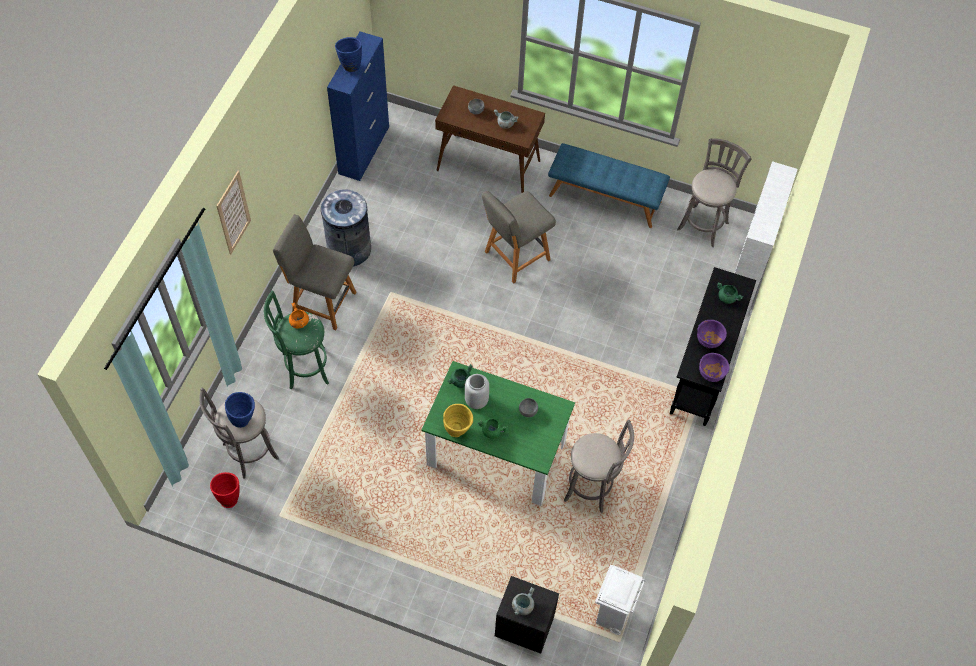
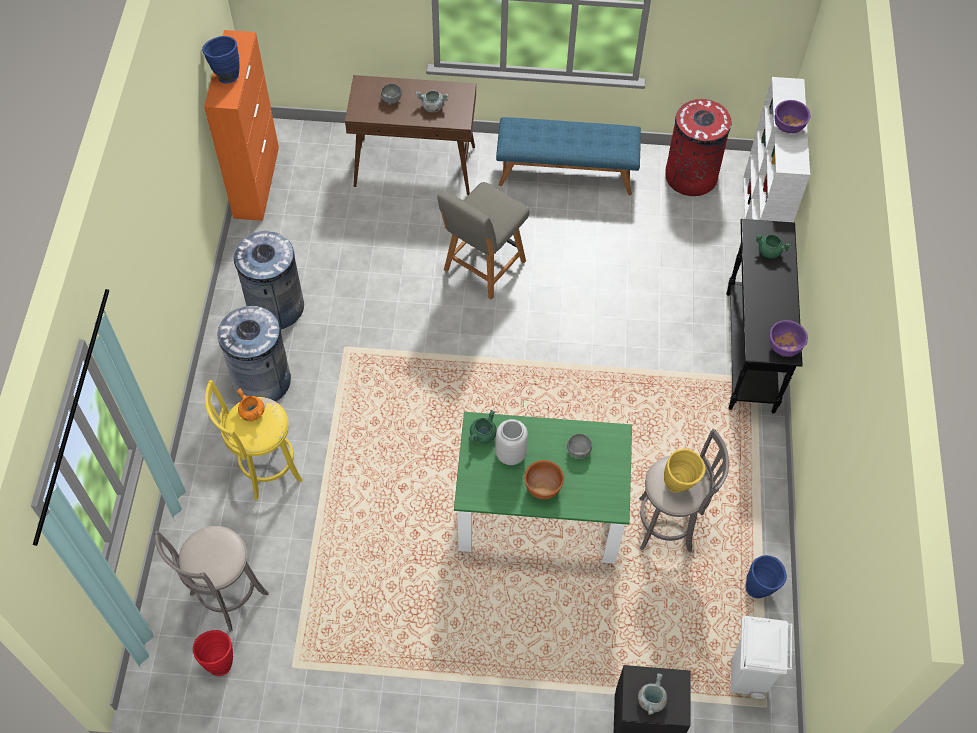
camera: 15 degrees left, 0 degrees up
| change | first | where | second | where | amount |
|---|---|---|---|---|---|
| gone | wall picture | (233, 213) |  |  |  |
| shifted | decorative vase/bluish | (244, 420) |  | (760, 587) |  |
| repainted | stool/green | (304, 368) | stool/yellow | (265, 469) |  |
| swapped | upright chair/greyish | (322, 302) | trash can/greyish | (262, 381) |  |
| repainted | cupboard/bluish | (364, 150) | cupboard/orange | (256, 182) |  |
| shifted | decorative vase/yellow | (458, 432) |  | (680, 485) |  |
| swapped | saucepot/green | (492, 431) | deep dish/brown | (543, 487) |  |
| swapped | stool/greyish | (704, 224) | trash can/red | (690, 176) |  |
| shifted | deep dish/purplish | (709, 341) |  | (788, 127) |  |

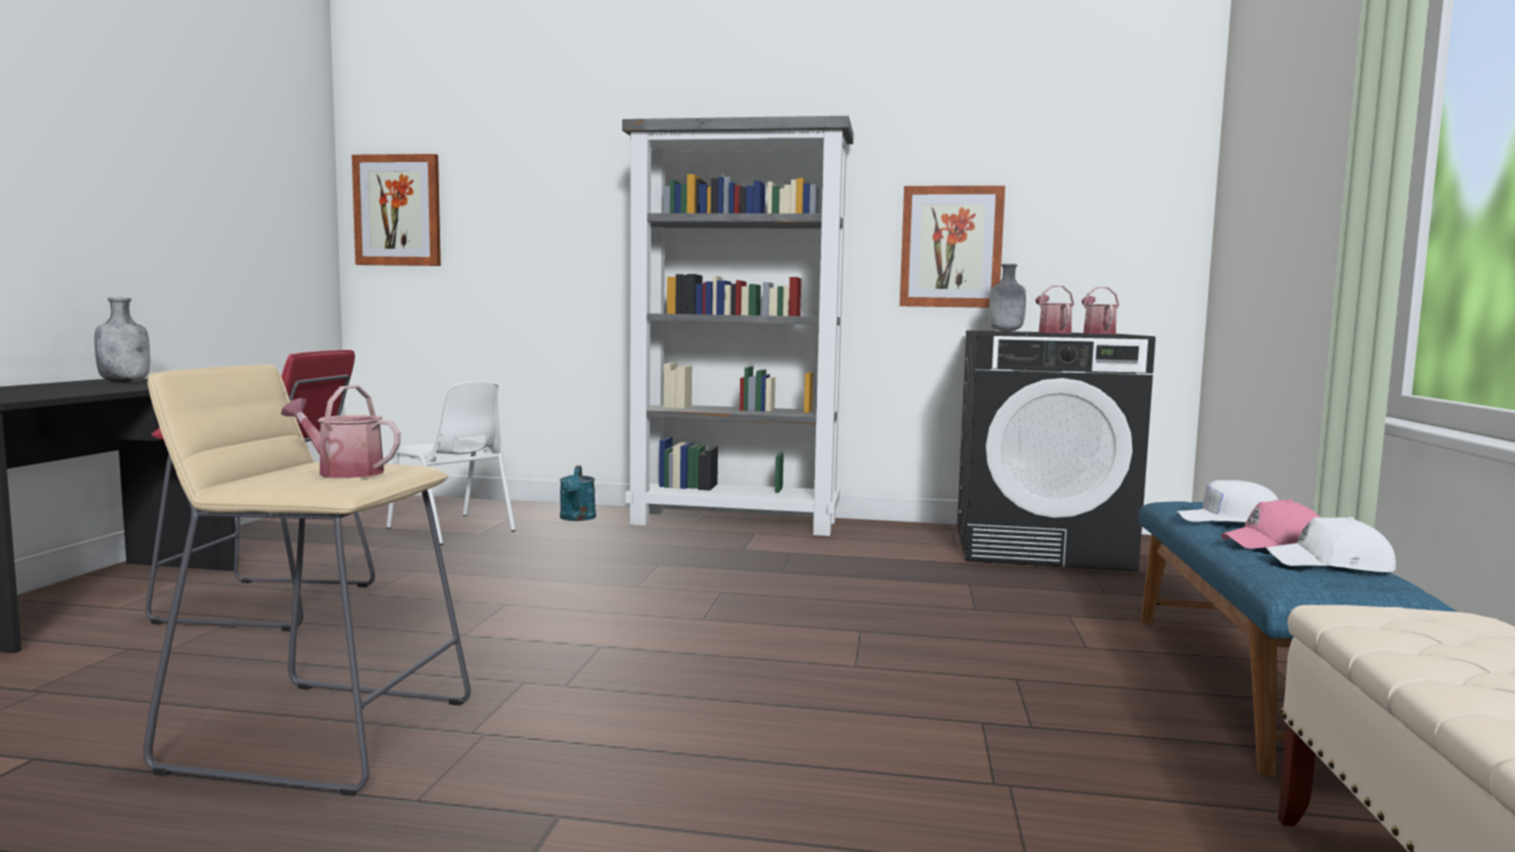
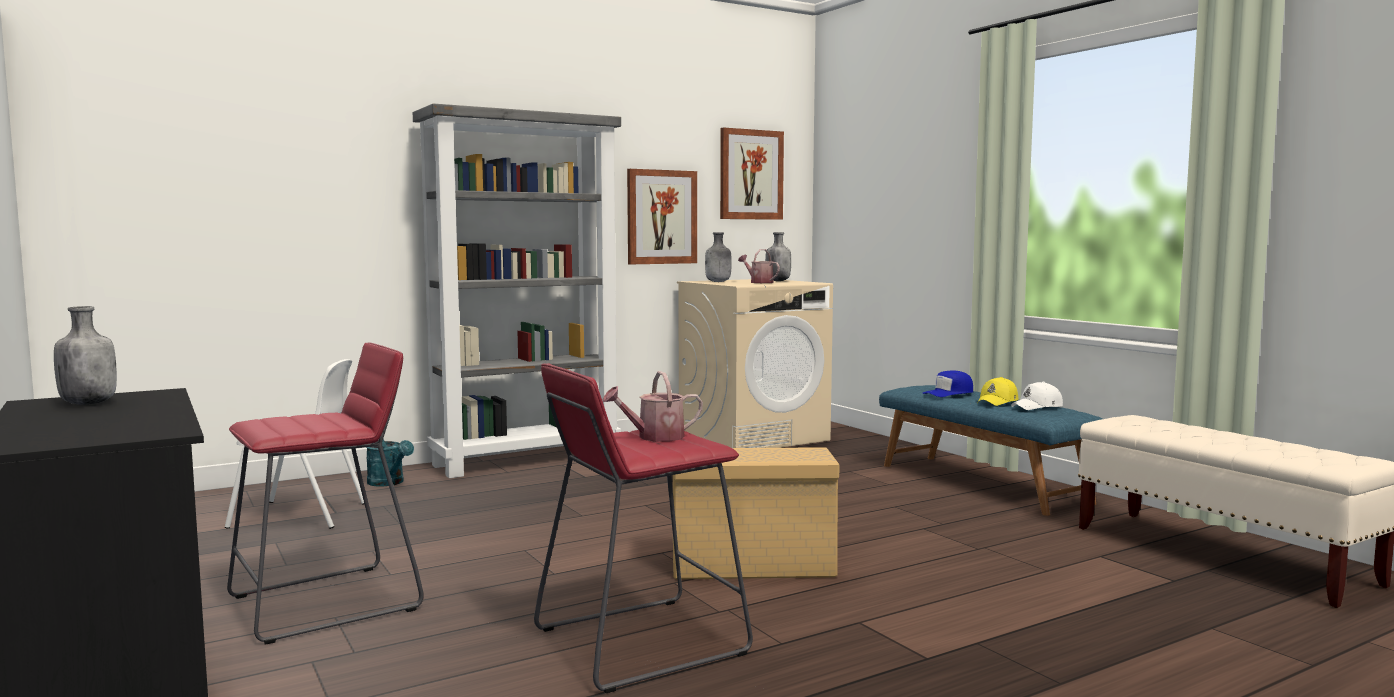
camera: 40 degrees left, 0 degrees up
| change | first | where | second | where | amount |
|---|---|---|---|---|---|
| repainted | stool/sand-coloured | (322, 734) | stool/red | (640, 642) |  |
| shifted | wall picture | (398, 210) |  | (751, 174) |  |
| repainted | laundry appliance/blackish | (1040, 547) | laundry appliance/sand-coloured | (753, 437) |  |
| swapped | sprinkling can | (1097, 333) | bottle/greyish | (778, 281) |  |
| repainted | baseball cap/whitish | (1227, 519) | baseball cap/bluish | (949, 393) |  |
| repainted | baseball cap/pink-coloured | (1276, 544) | baseball cap/yellow | (998, 402) |  |
| new |  |  | storage bin/sand-coloured | (755, 566) |  |

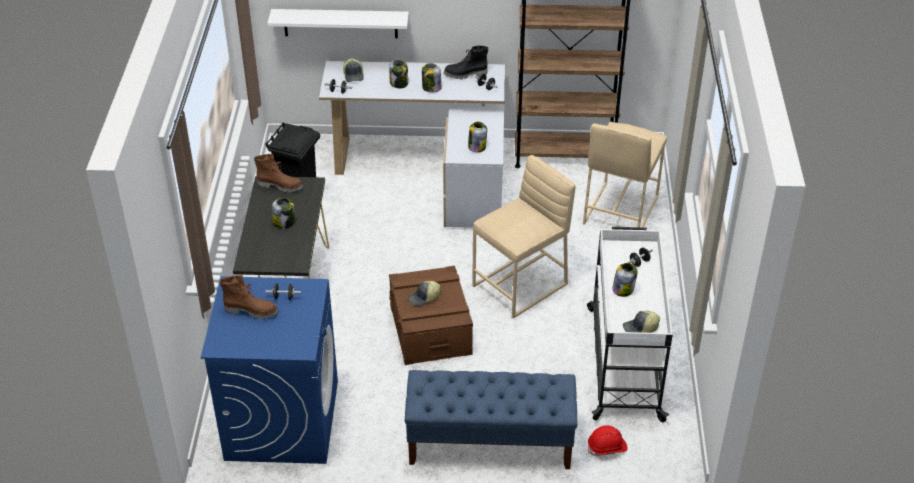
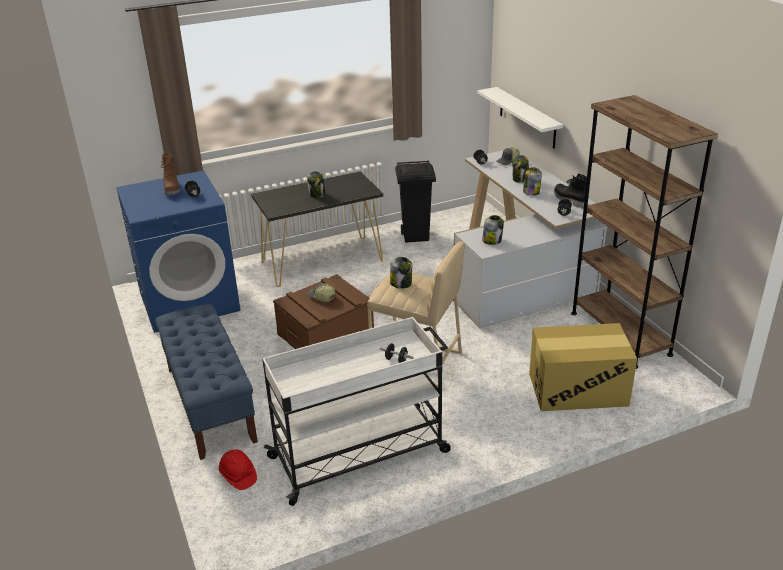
camera: 65 degrees right, 10 degrees down
| change | first | where | second | where | amount |
|---|---|---|---|---|---|
| gone | boot/brown | (280, 186) |  |  |  |
| swapped | stool/sand-coloured | (619, 210) | packing box | (577, 389) |  |
| shifted | storage jar | (623, 289) |  | (401, 283) |  |
| gone | baseball cap | (640, 328) |  |  |  |

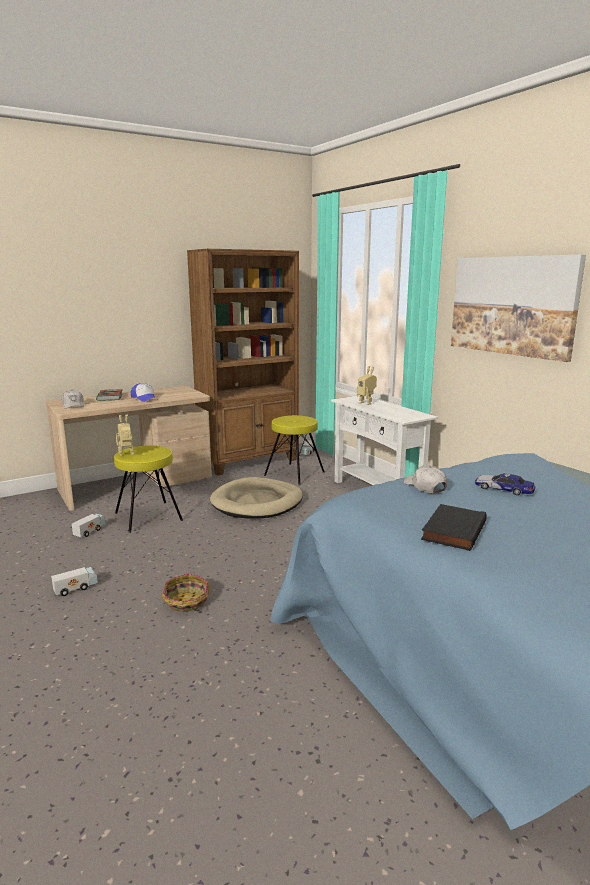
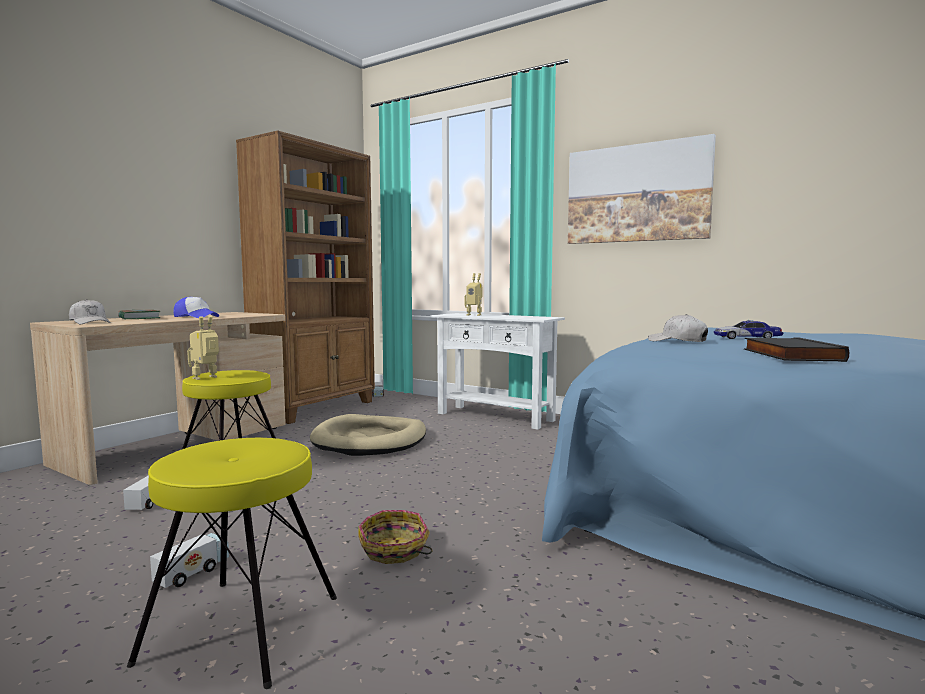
camera: 25 degrees left, 10 degrees down
| change | first | where | second | where | amount |
|---|---|---|---|---|---|
| shifted | stool/yellow | (294, 473) |  | (240, 629) |  |

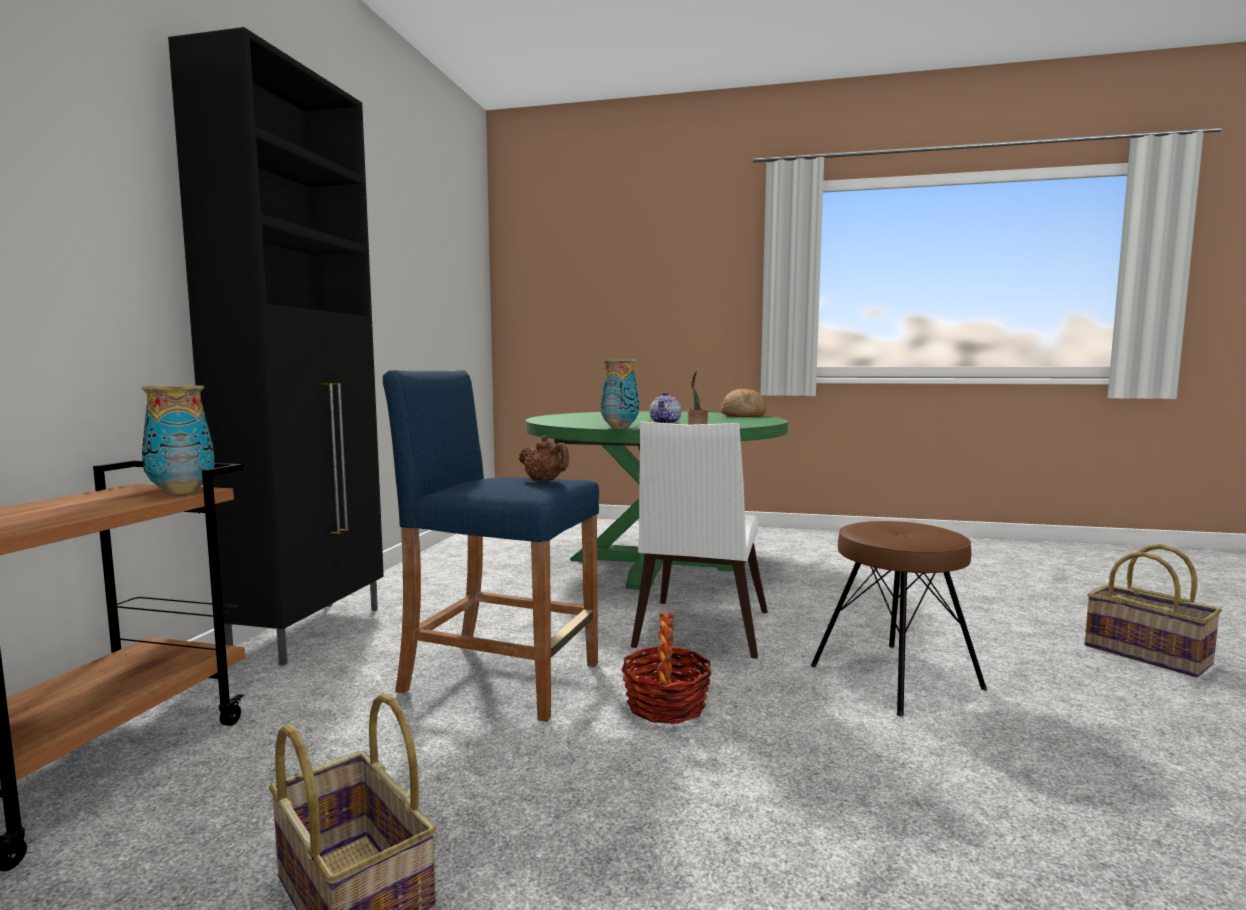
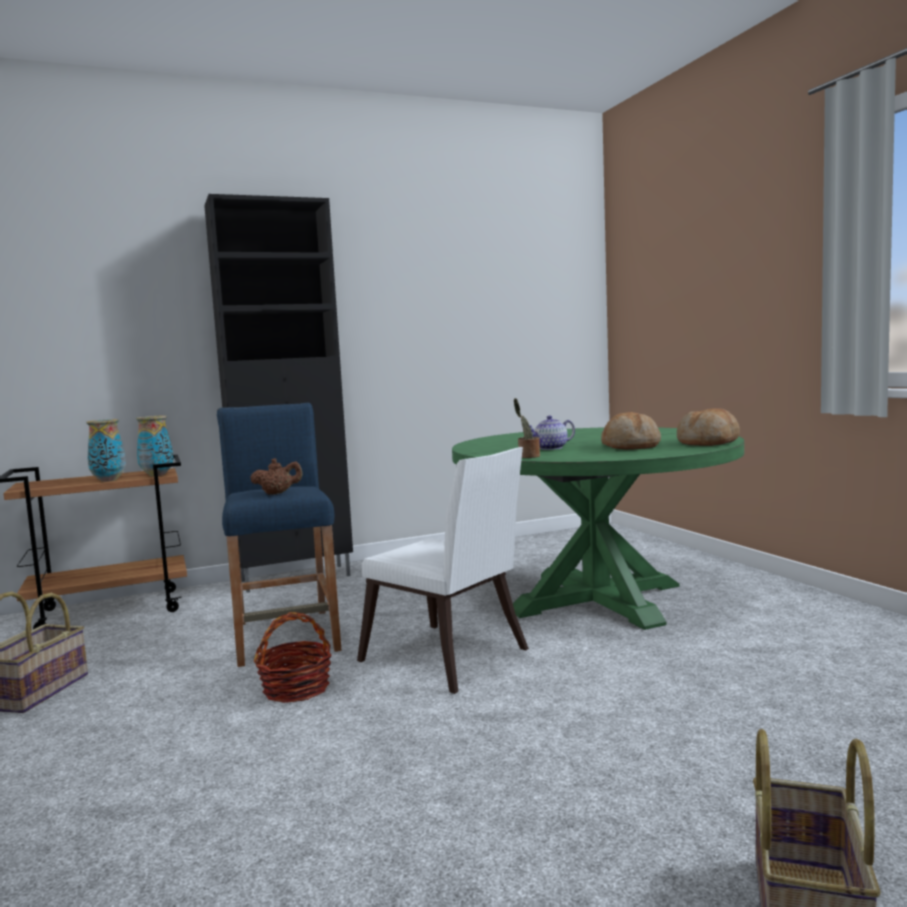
camera: 55 degrees right, 0 degrees up
| change | first | where | second | where | amount |
|---|---|---|---|---|---|
| rotated | pot for tea/brown | (545, 481) |  | (278, 493) | 105 degrees counterclockwise |
| shifted | decorative vase | (619, 428) |  | (108, 480) |  |
| rotated | upright chair/whitish | (699, 632) |  | (450, 660) | 120 degrees counterclockwise |
| gone | stool/brown | (895, 676) |  |  |  |
| new |  |  | baked bread | (630, 446) |  |

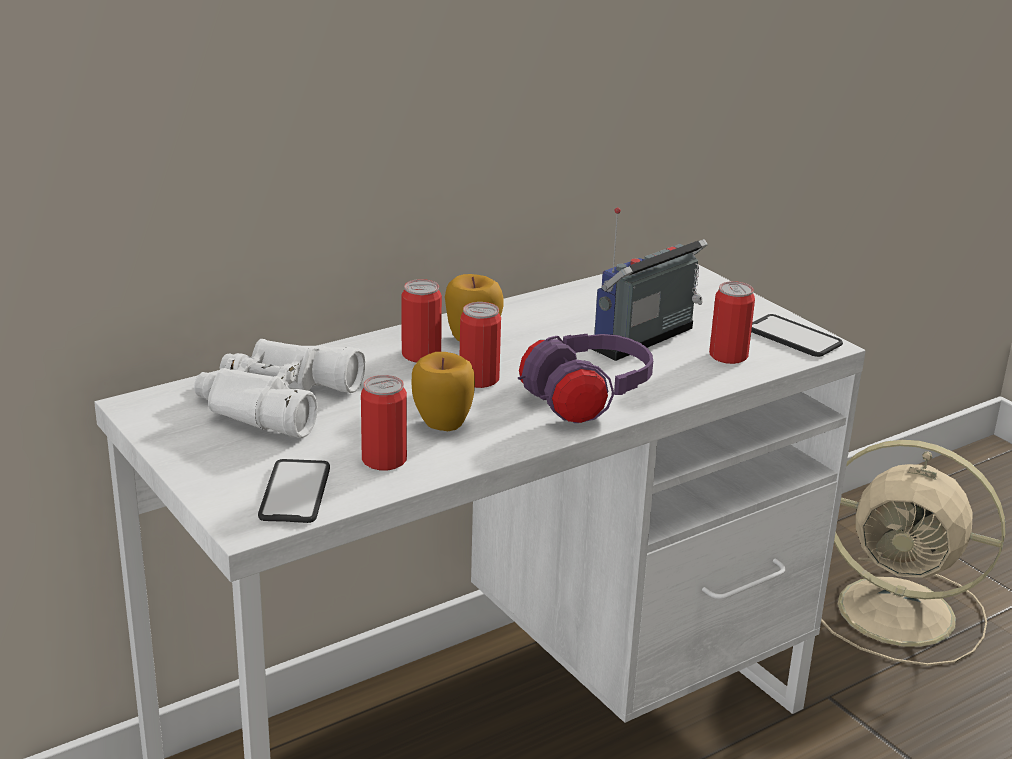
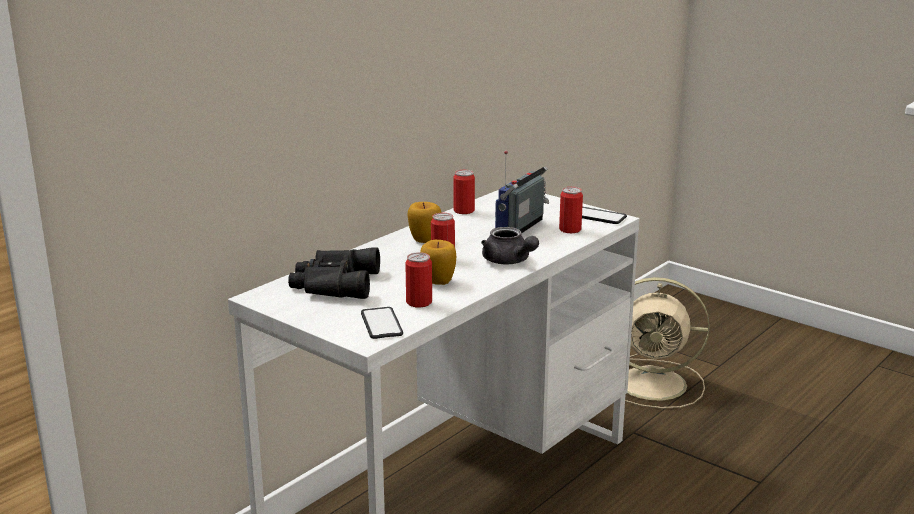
camera: 15 degrees left, 5 degrees down
| change | first | where | second | where | amount |
|---|---|---|---|---|---|
| repainted | pair of binoculars/whitish | (271, 400) | pair of binoculars/blackish | (333, 284) |  |
| shifted | can | (421, 355) |  | (464, 211) |  |
| swapped | headset/purplish | (585, 403) | pot for tea/greyish | (509, 261) |  |

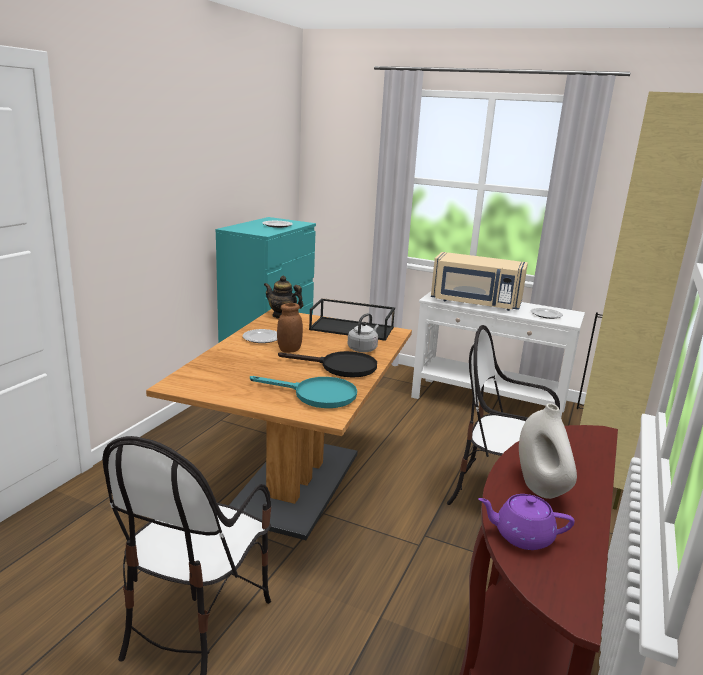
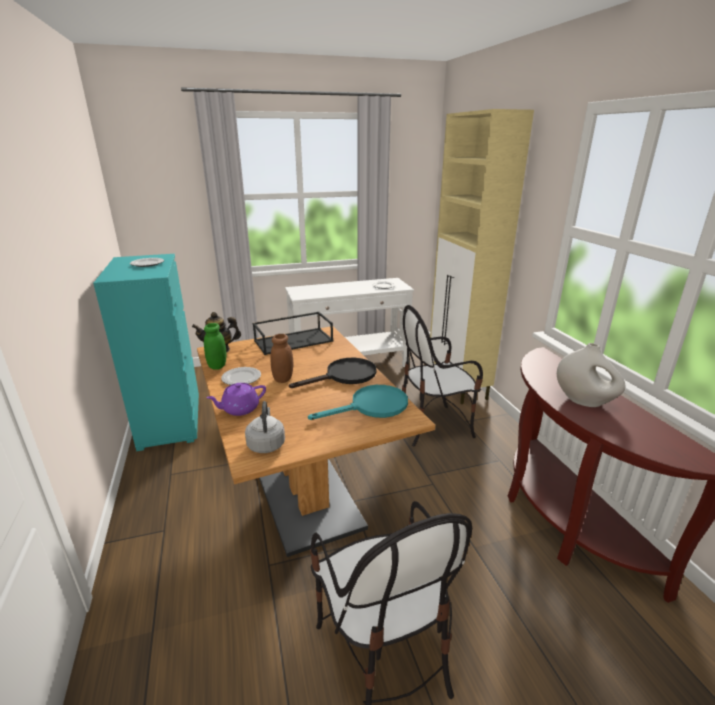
camera: 40 degrees left, 5 degrees up
| change | first | where | second | where | amount |
|---|---|---|---|---|---|
| shifted | water kettle/greyish | (363, 349) |  | (266, 444) |  |
| gone | microwave/sand-coloured | (475, 303) |  |  |  |
| shifted | pot for tea/purplish | (522, 536) |  | (239, 409) |  |
| new |  |  | storage jar/green | (217, 366) |  |

